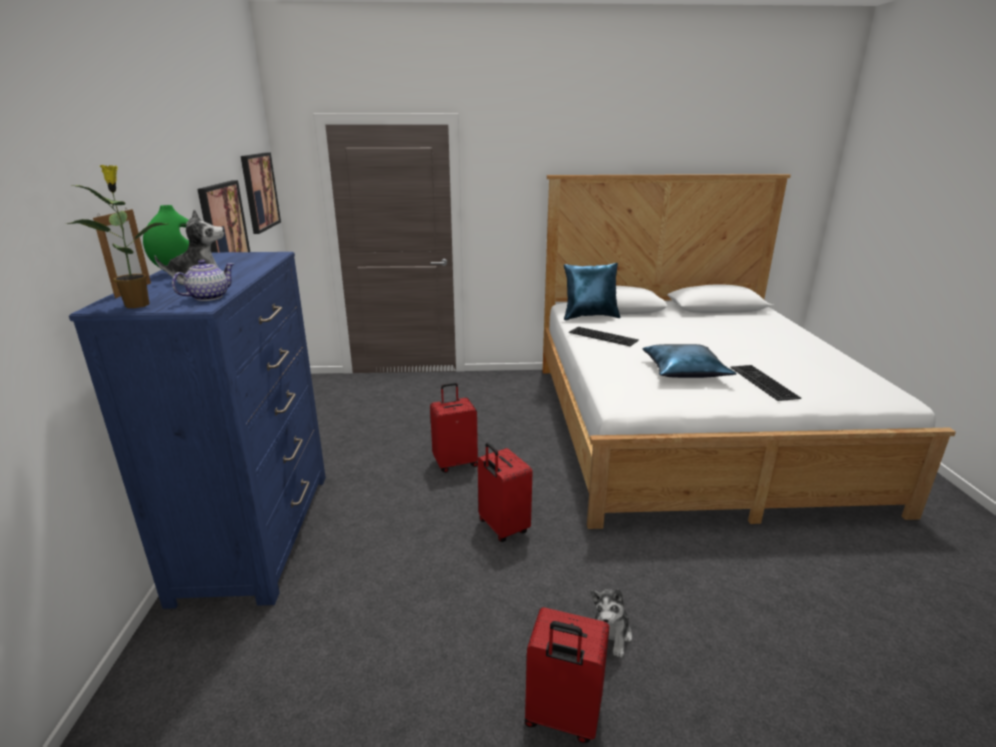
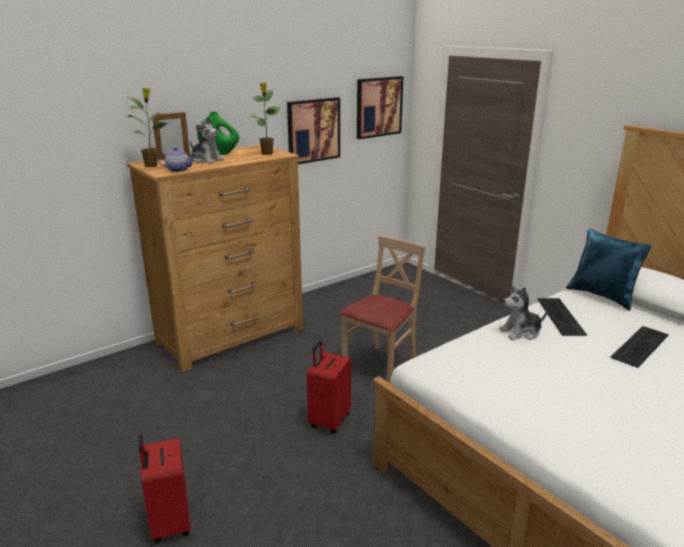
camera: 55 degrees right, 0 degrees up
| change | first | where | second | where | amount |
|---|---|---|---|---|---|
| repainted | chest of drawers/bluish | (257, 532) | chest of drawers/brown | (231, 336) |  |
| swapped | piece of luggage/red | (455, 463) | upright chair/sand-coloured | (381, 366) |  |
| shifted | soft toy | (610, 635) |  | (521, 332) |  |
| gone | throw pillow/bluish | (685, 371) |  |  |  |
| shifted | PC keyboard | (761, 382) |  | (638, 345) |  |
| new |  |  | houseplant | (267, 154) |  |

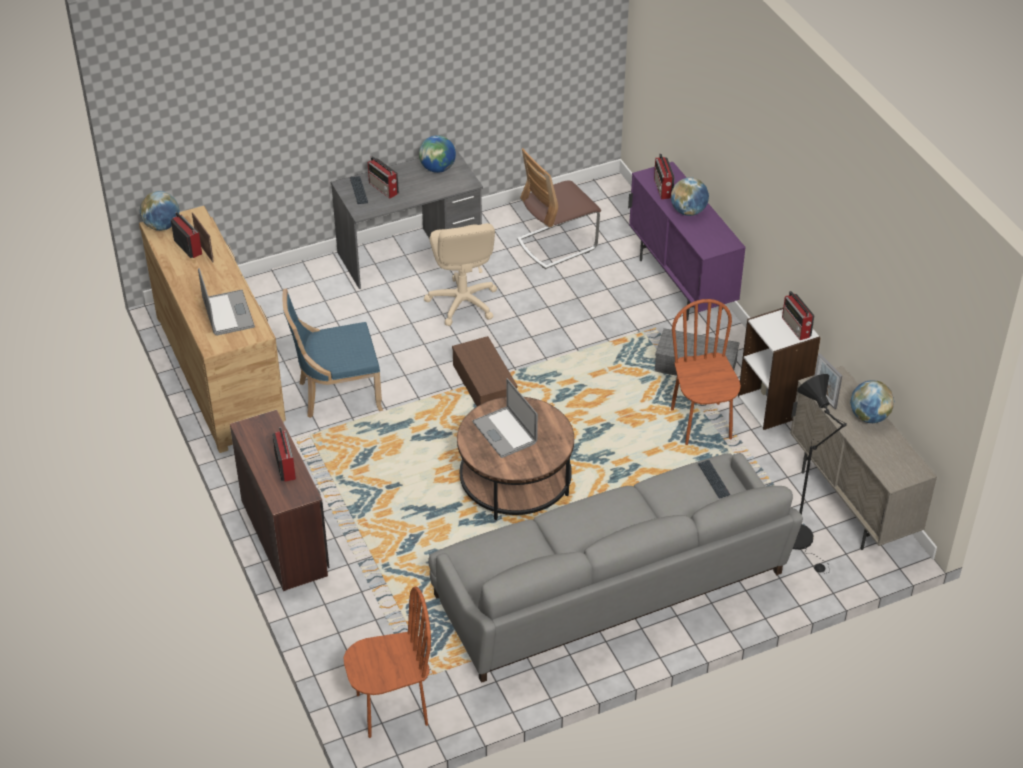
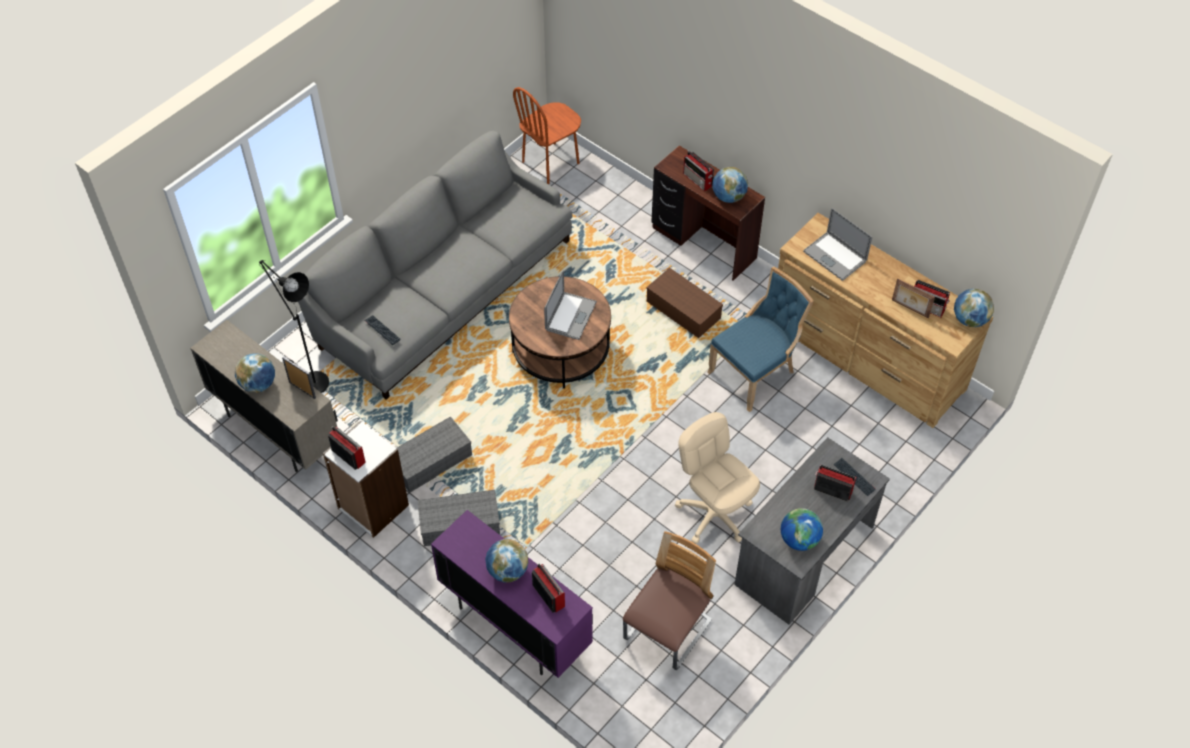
camera: 155 degrees right, 10 degrees up
| change | first | where | second | where | amount |
|---|---|---|---|---|---|
| shifted | storage bin/brown | (483, 384) |  | (684, 310) |  |
| rotated | notebook computer | (504, 432) |  | (570, 316) | 75 degrees clockwise |
| swapped | upright chair/brown | (701, 424) | storage bin/greyish | (430, 462) |  |
| new |  |  | desk globe | (728, 197) |  |

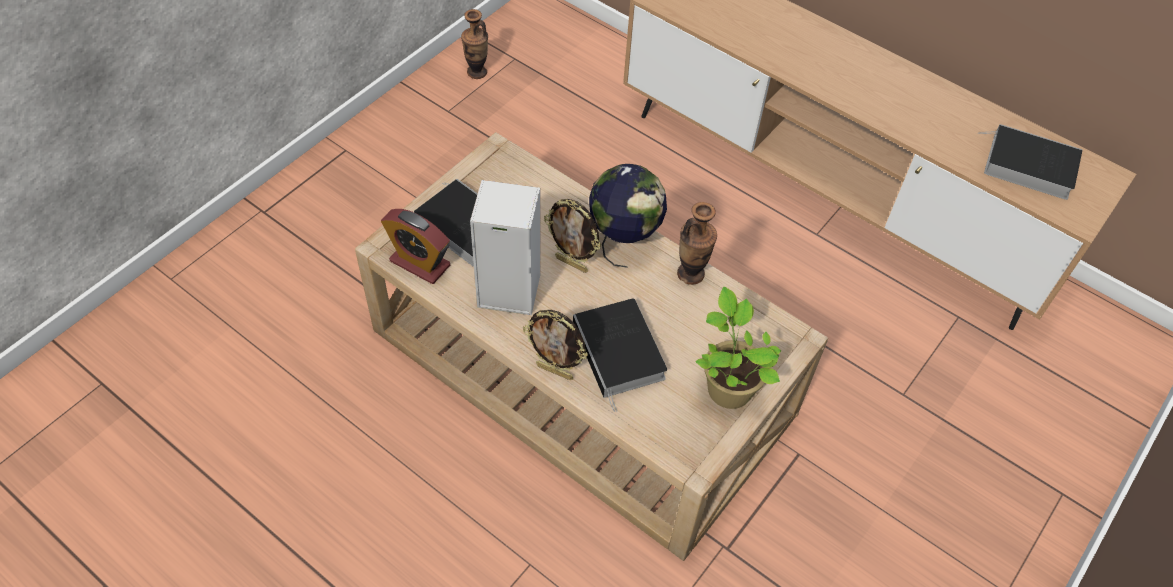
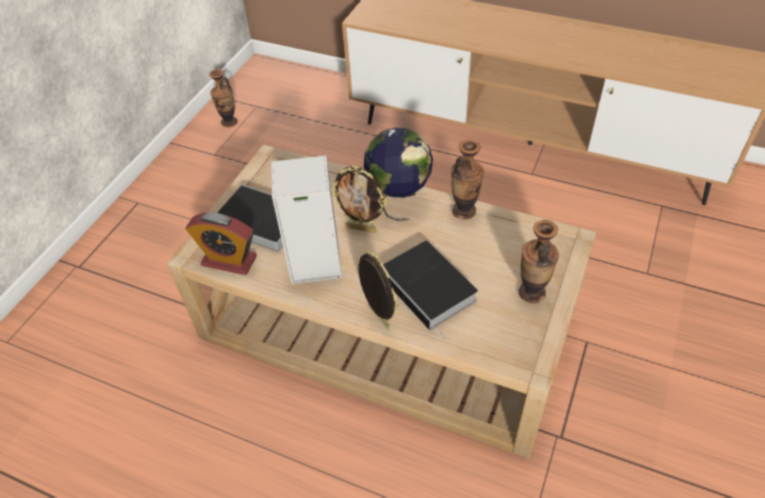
camera: 10 degrees left, 5 degrees down
| change | first | where | second | where | amount |
|---|---|---|---|---|---|
| rotated | photo frame | (555, 371) |  | (379, 319) | 135 degrees counterclockwise |
| swapped | houseplant | (727, 387) | decorative vase | (531, 292) |  |
| gone | volume | (1027, 166) |  |  |  |

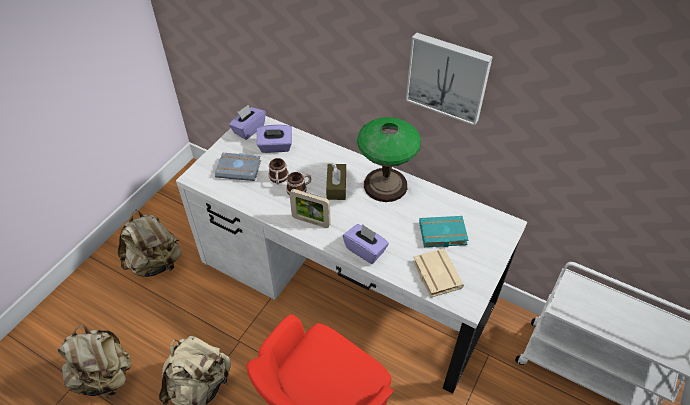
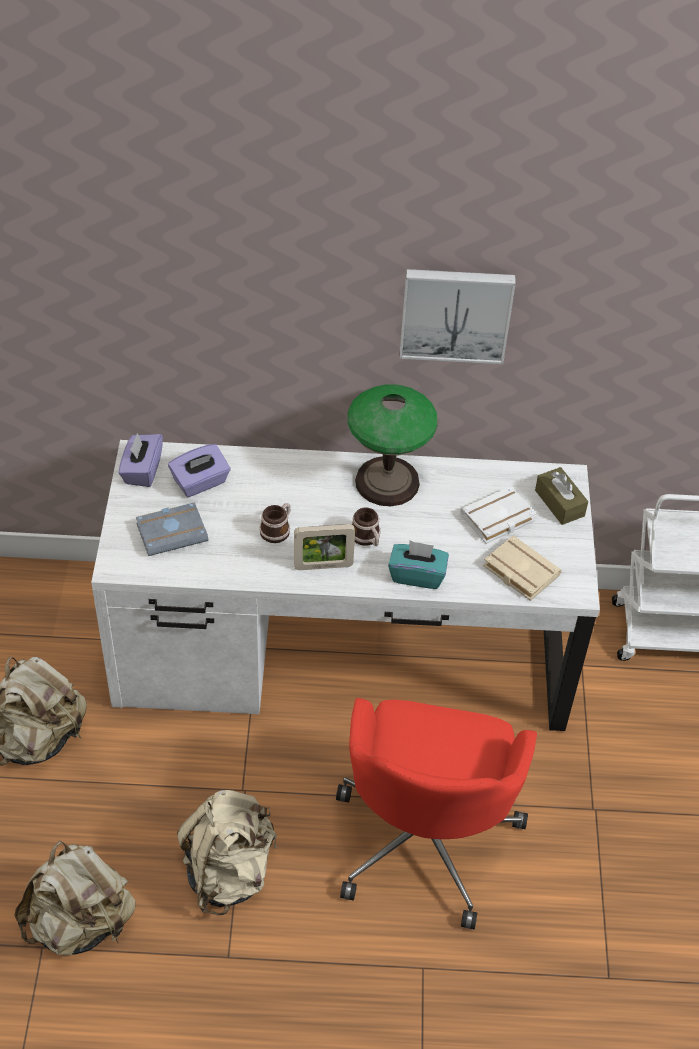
camera: 30 degrees left, 0 degrees up
| change | first | where | second | where | amount |
|---|---|---|---|---|---|
| shifted | mug | (278, 179) |  | (367, 538) |  |
| shifted | box of tissues/brown | (336, 186) |  | (559, 503) |  |
| repainted | box of tissues/purplish | (365, 250) | box of tissues/blue-green | (417, 575) |  |
| repainted | volume/blue-green | (442, 235) | volume/whitish | (497, 520) |  |

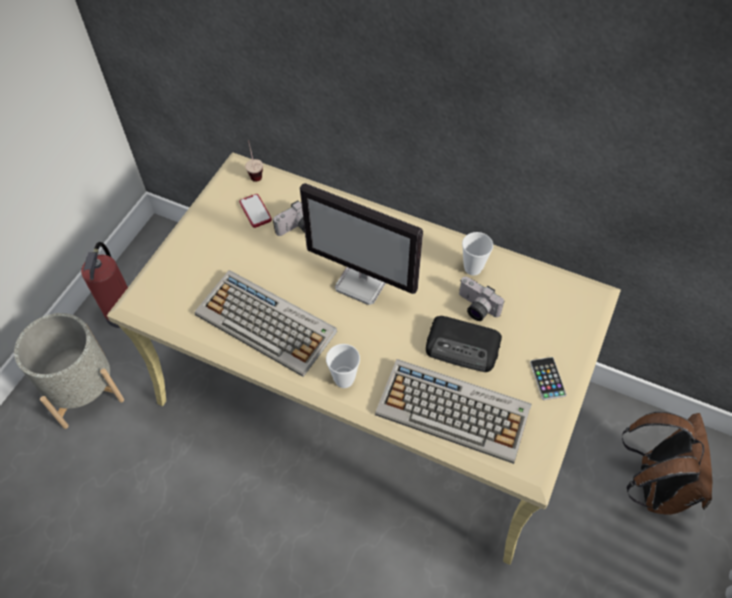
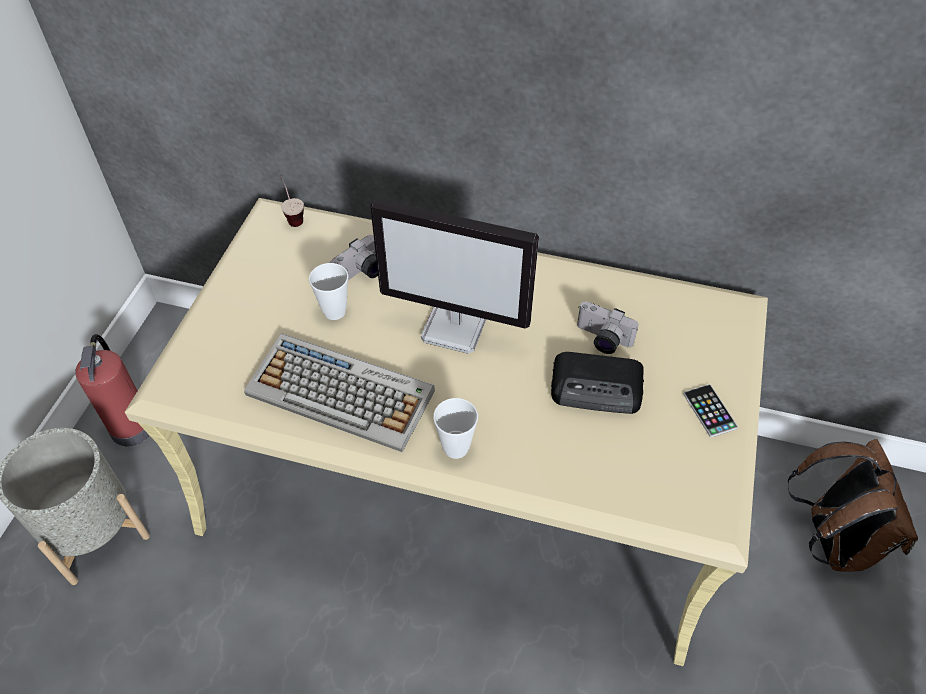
camera: 10 degrees left, 5 degrees down
| change | first | where | second | where | amount |
|---|---|---|---|---|---|
| gone | handset | (255, 211) |  |  |  |
| gone | PC keyboard | (454, 410) |  |  |  |
| shifted | drinking cup | (473, 268) |  | (334, 311) |  |

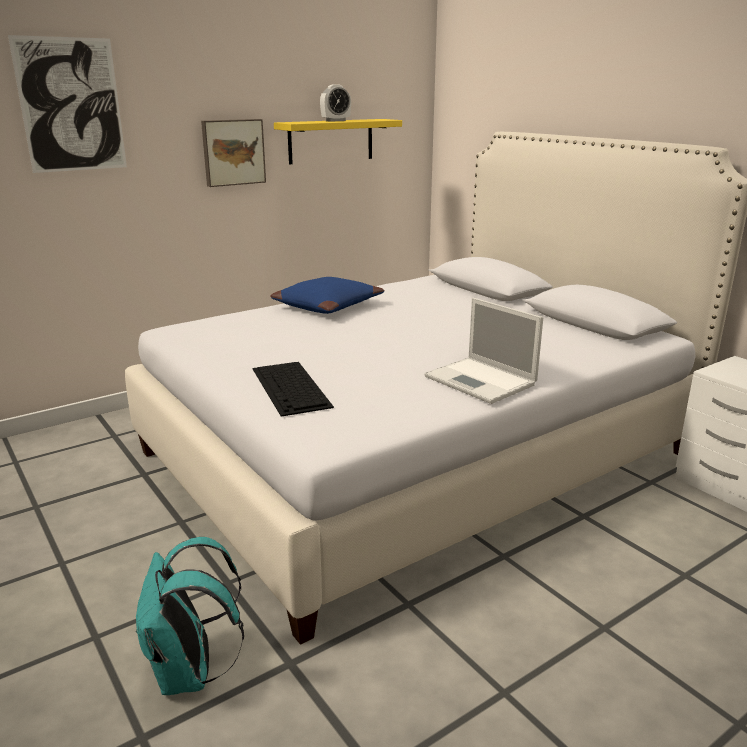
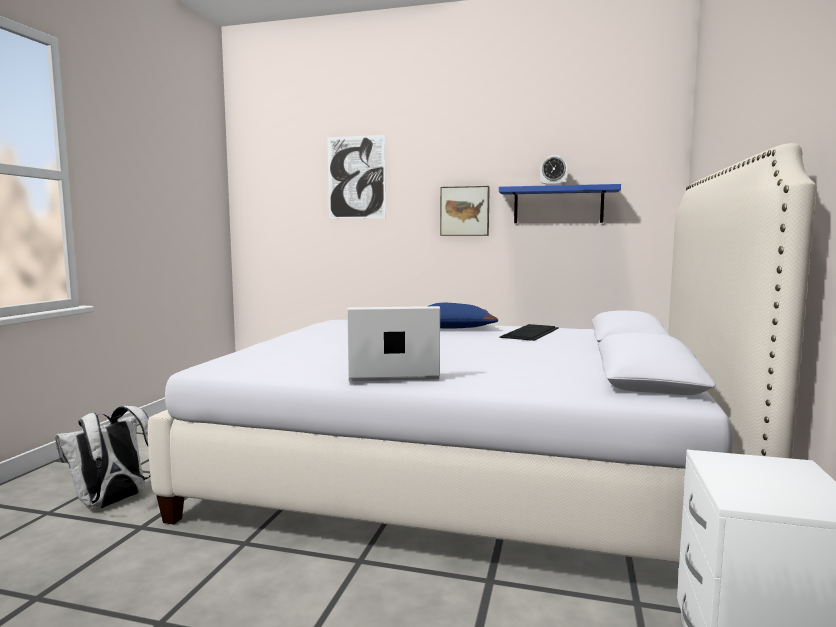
camera: 50 degrees right, 15 degrees down
| change | first | where | second | where | amount |
|---|---|---|---|---|---|
| repainted | knapsack/blue-green | (190, 673) | knapsack/whitish | (112, 503) |  |
| shifted | PC keyboard | (291, 387) |  | (530, 332) |  |
| repainted | wall shelf/yellow | (331, 141) | wall shelf/bluish | (558, 205) |  |
| rotated | notebook computer | (482, 381) |  | (390, 372) | 75 degrees clockwise |

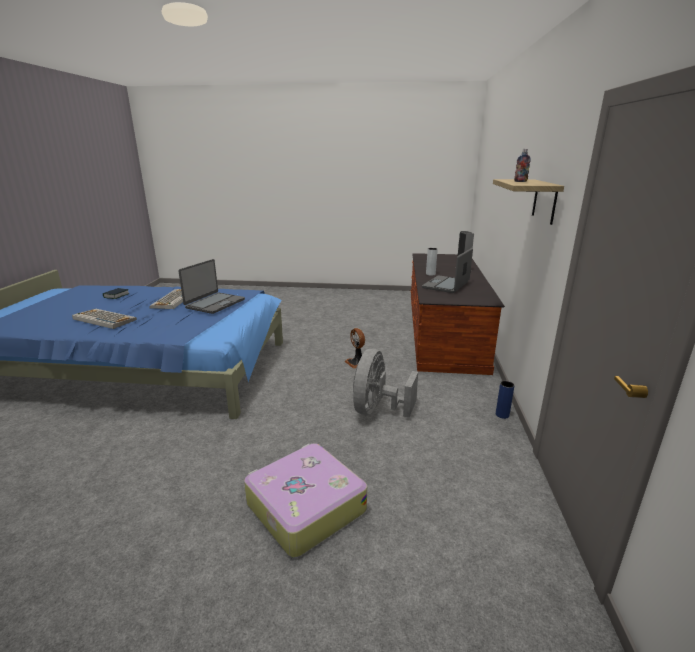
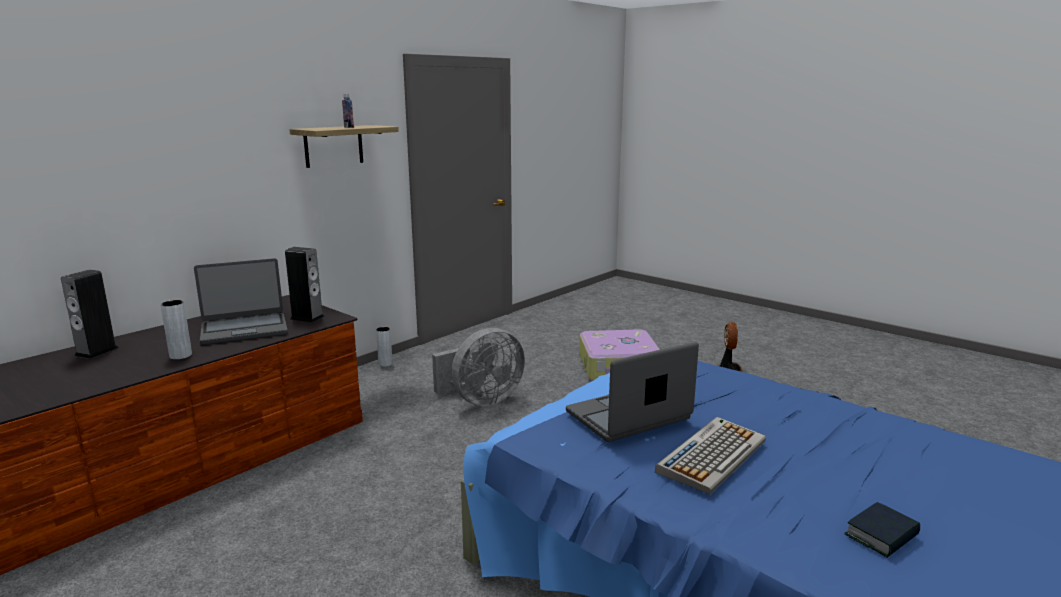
camera: 145 degrees left, 5 degrees down
| change | first | where | second | where | amount |
|---|---|---|---|---|---|
| gone | PC keyboard | (103, 319) |  |  |  |
| shifted | electric fan | (356, 363) |  | (729, 369) |  |
| repainted | decorative vase/bluish | (502, 415) | decorative vase/greyish | (385, 364) |  |
| new |  |  | audio speaker | (307, 318) |  |

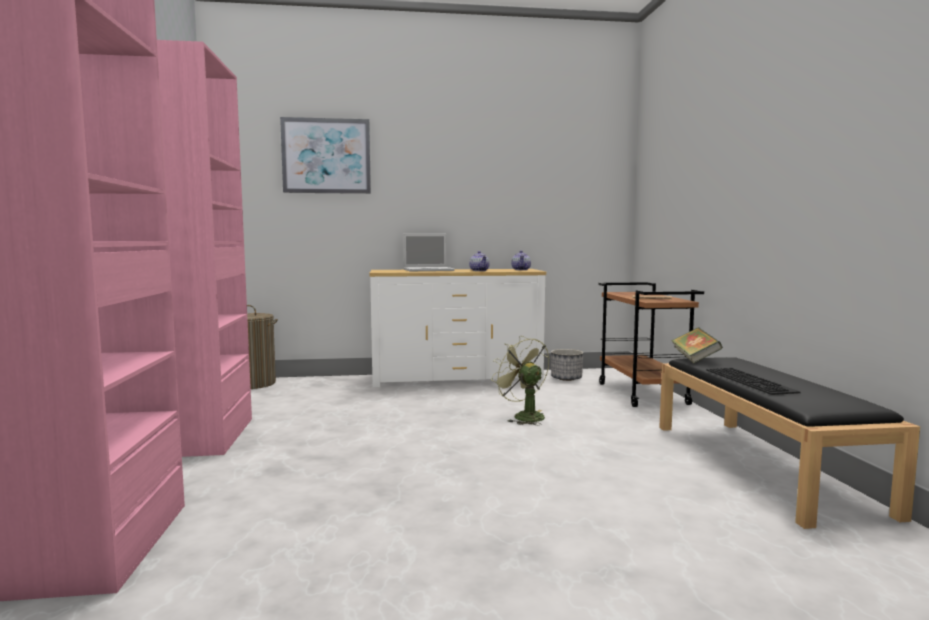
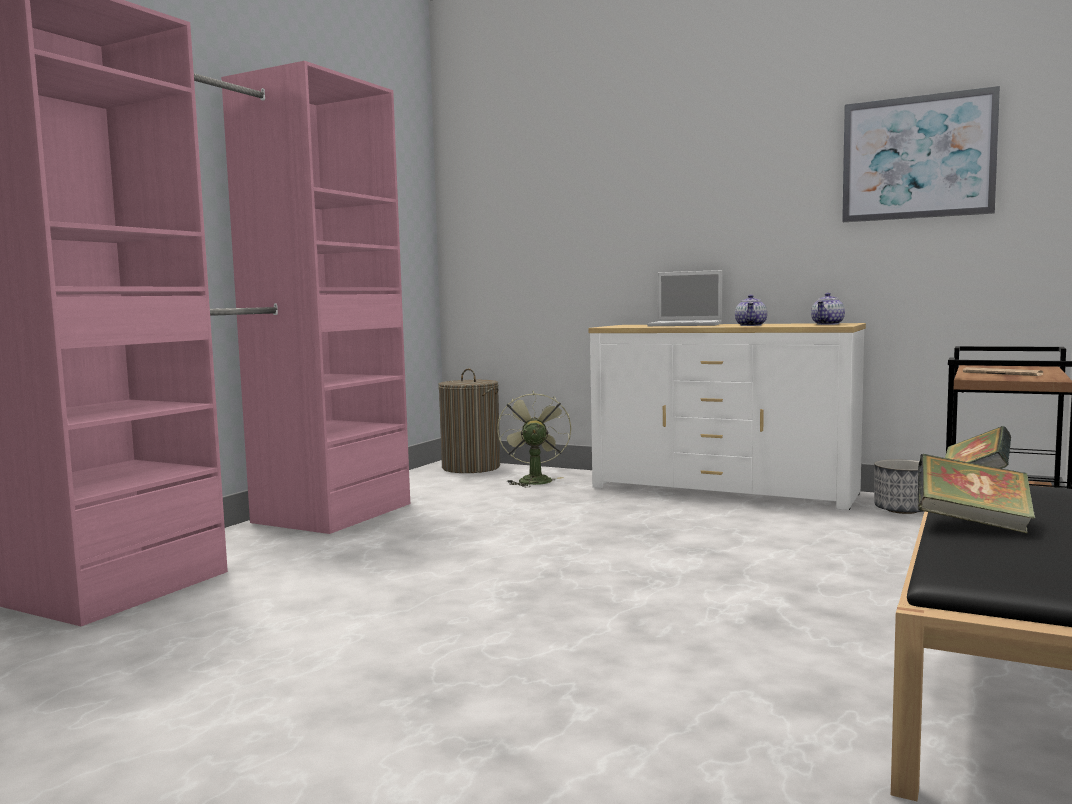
camera: 35 degrees right, 0 degrees up
| change | first | where | second | where | amount |
|---|---|---|---|---|---|
| shifted | wall picture | (326, 156) |  | (917, 157) |  |
| shifted | electric fan/green | (523, 416) |  | (533, 480) |  |
| swapped | PC keyboard | (752, 381) | volume | (972, 524) |  |

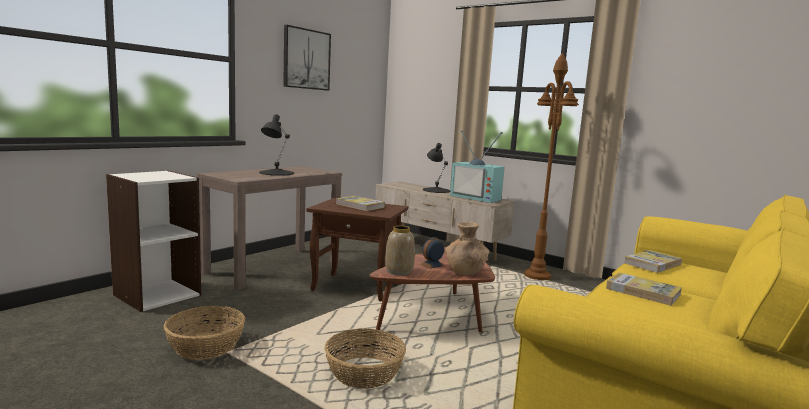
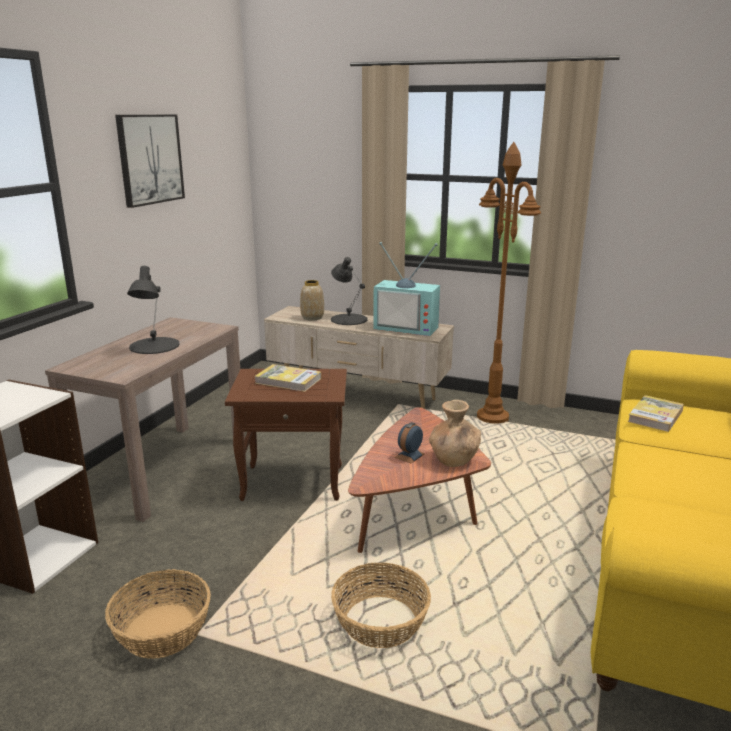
camera: 15 degrees left, 10 degrees up
| change | first | where | second | where | amount |
|---|---|---|---|---|---|
| shifted | decorative vase | (399, 271) |  | (312, 317) |  |
| gone | volume | (642, 291) |  |  |  |

